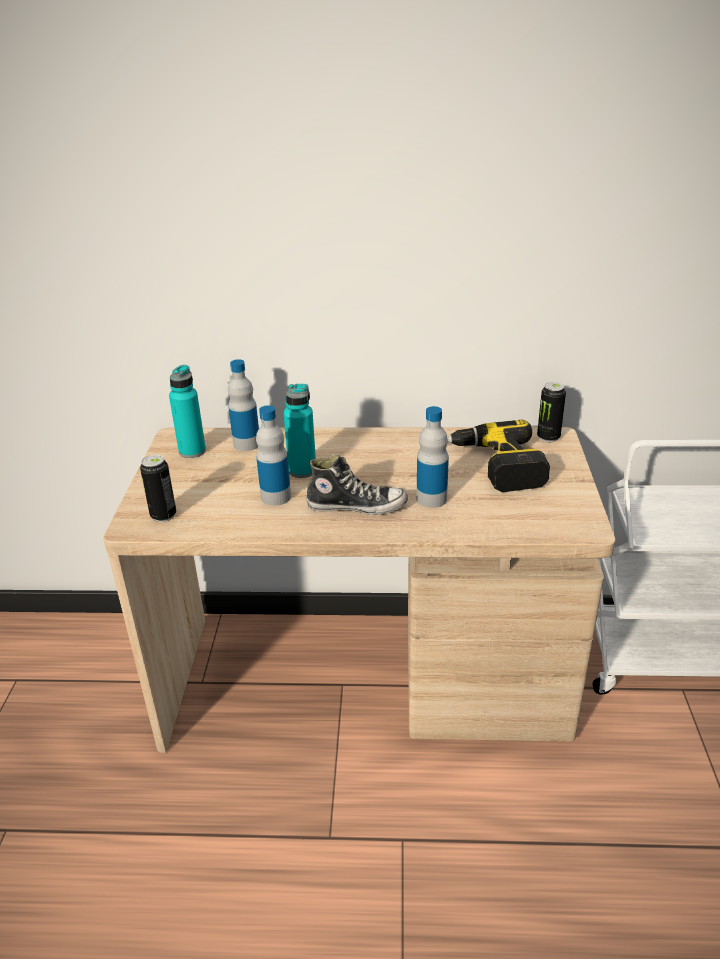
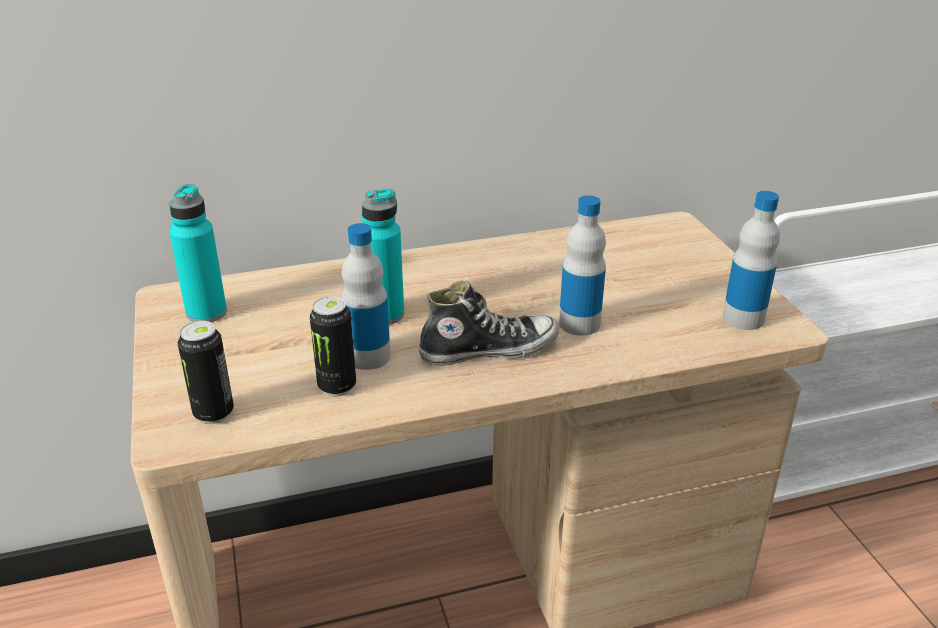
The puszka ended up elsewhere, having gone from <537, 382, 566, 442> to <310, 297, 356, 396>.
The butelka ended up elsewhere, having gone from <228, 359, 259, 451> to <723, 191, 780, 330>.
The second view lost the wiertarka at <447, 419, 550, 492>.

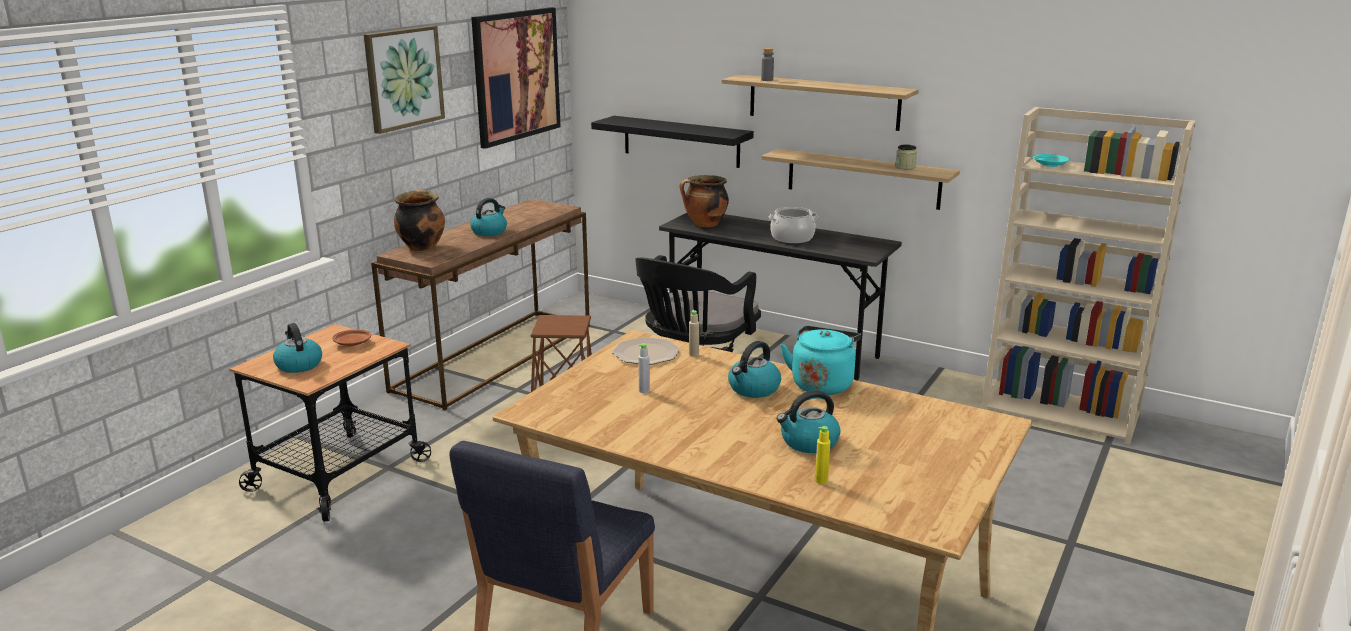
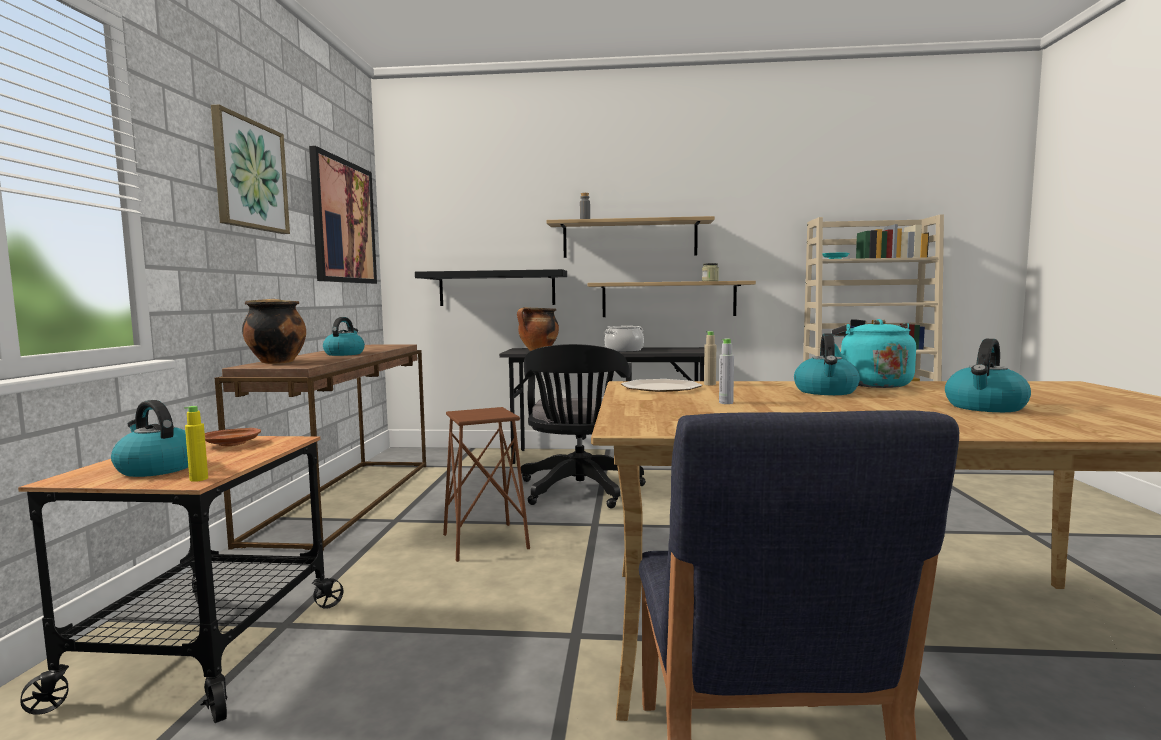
The butelka (żółty) ended up elsewhere, having gone from <815, 426, 831, 484> to <184, 406, 208, 482>.

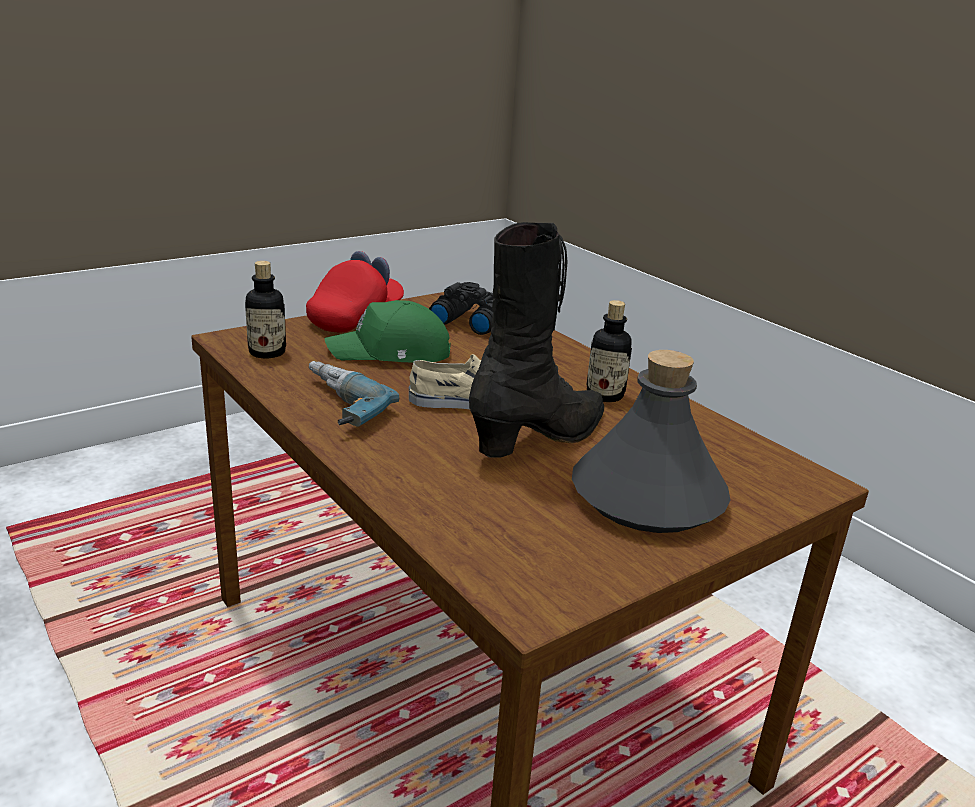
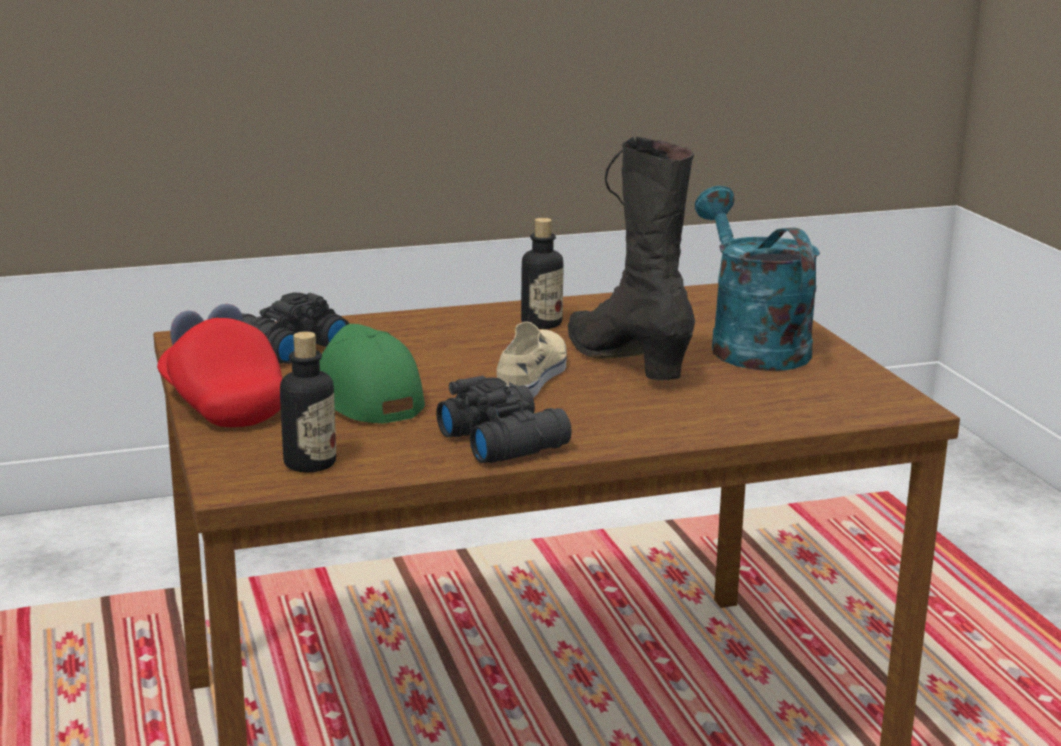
The czapka z daszkiem (zielony) at <325, 300, 451, 363> ended up facing another way, 135 degrees clockwise from before.
Where the wiertarka stood at <309, 361, 399, 427>, the lornetka (czarny) came to stand at <436, 376, 572, 463>.
Where the butelka (szary) stood at <572, 350, 730, 533>, the konewka (turkusowy) came to stand at <695, 186, 820, 371>.

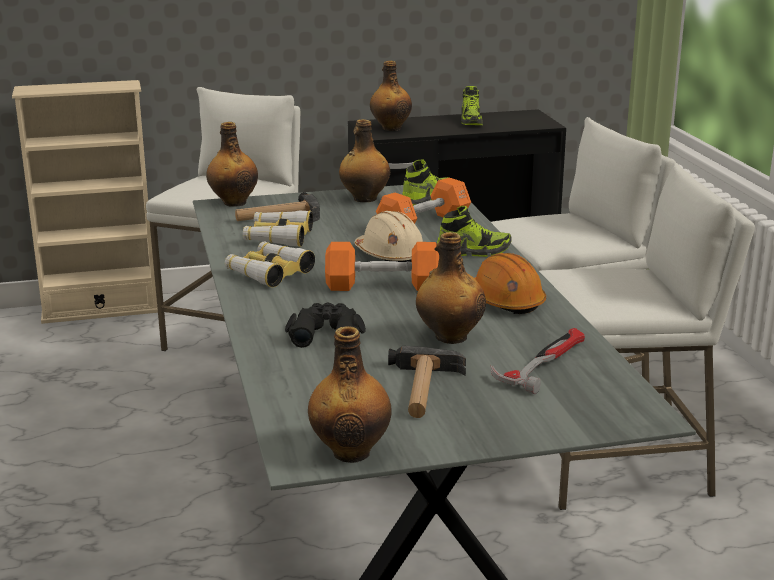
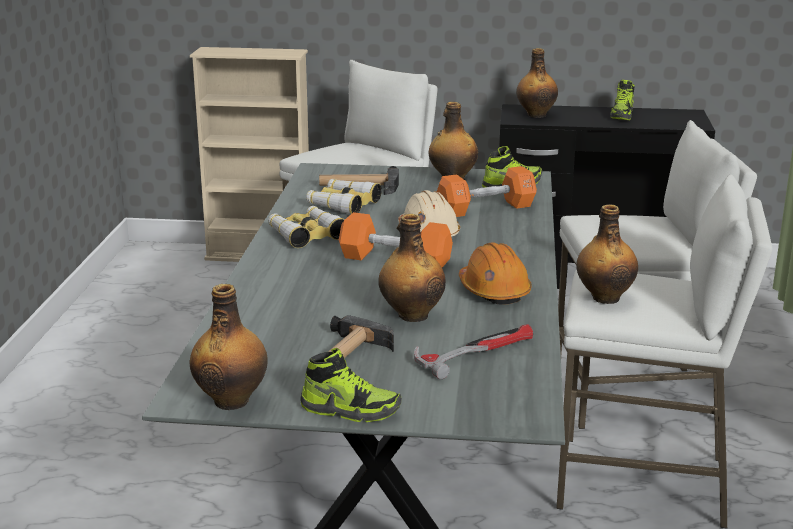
The but ended up elsewhere, having gone from <436, 206, 512, 257> to <300, 348, 402, 422>.
The butelka ended up elsewhere, having gone from <206, 122, 258, 207> to <576, 205, 638, 304>.
The second view lost the lornetka (czarny) at <285, 302, 366, 348>.

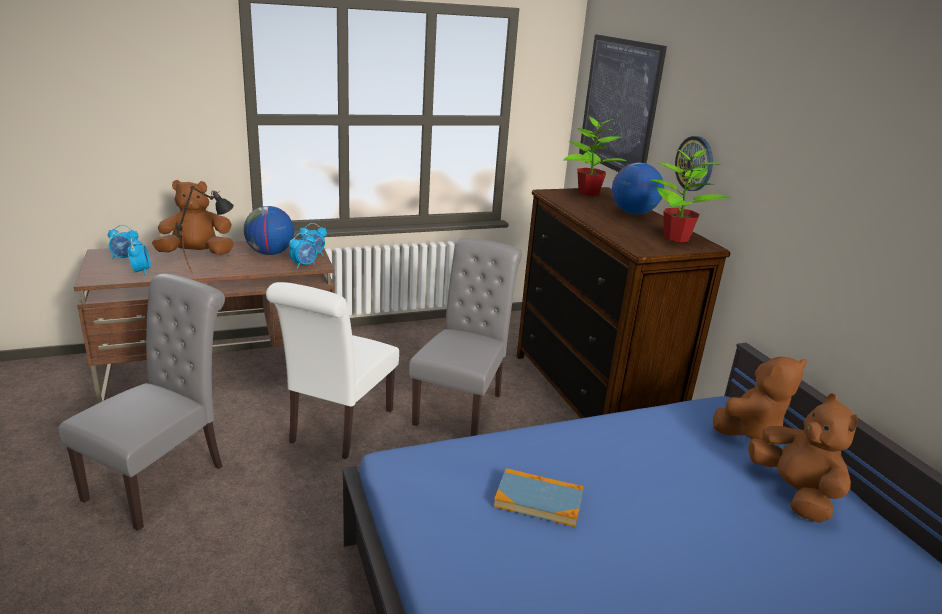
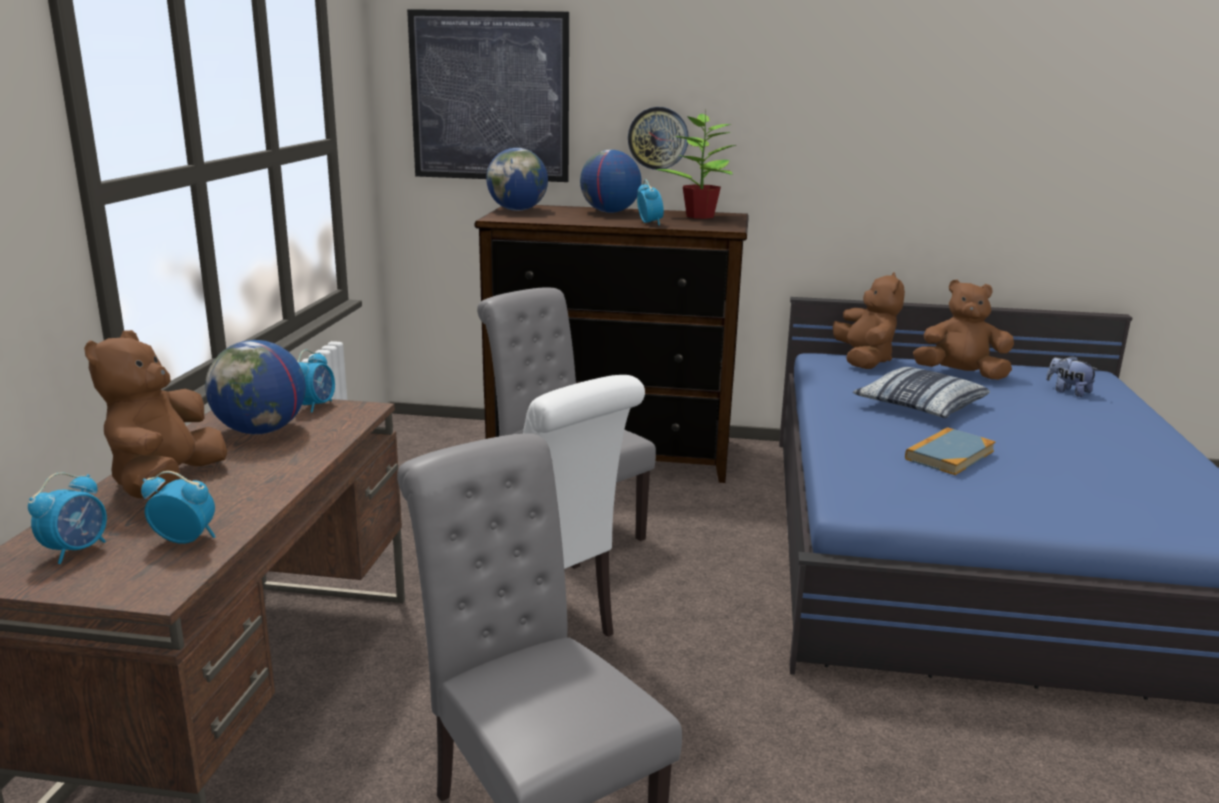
Where the roślina doniczkowa stood at <564, 114, 626, 196>, the globus came to stand at <486, 148, 548, 211>.
The budzik ended up elsewhere, having gone from <289, 233, 317, 269> to <637, 180, 664, 226>.
The second view gained the poduszka at <853, 367, 990, 418>.
The second view gained the pluszak at <1046, 356, 1099, 397>.
The second view lost the lampa stołowa (czarny) at <176, 186, 234, 274>.

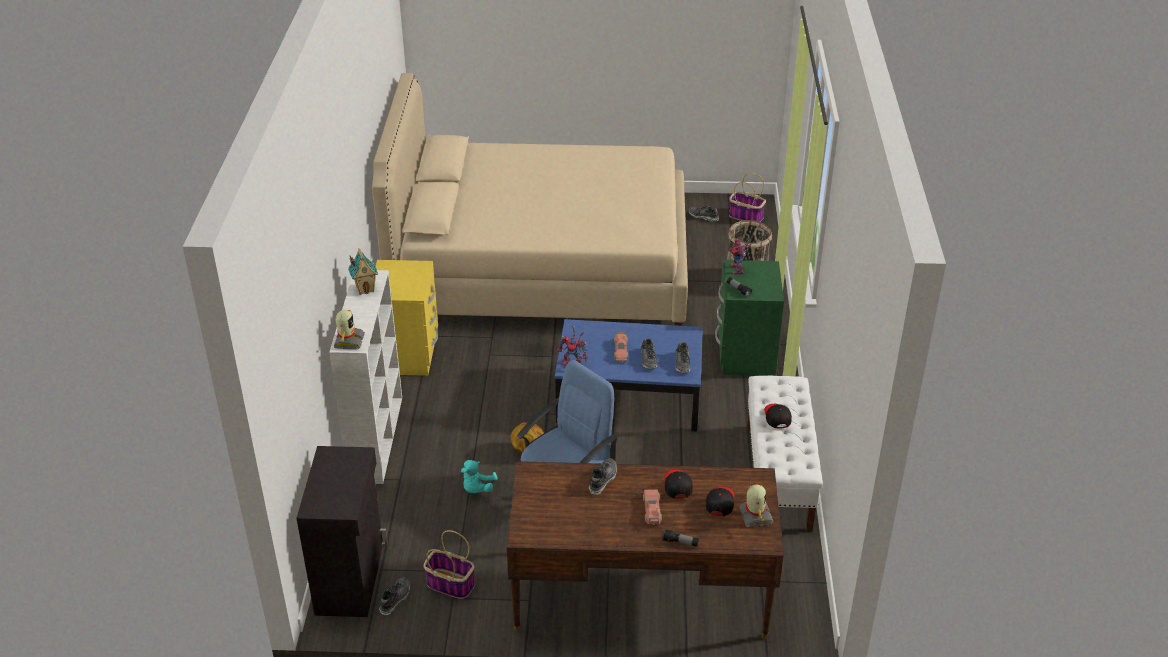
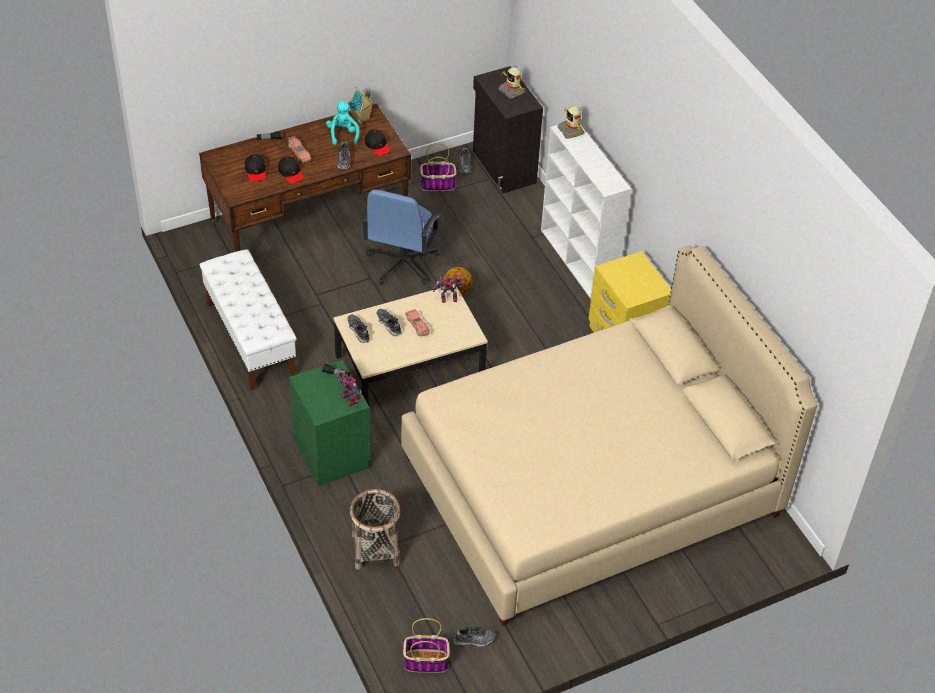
The pluszak (turkusowy) ended up elsewhere, having gone from <461, 460, 498, 493> to <326, 101, 360, 145>.
What was the ława (niebieski) at <555, 319, 703, 431> turned into the ława (beżowy) at <333, 284, 488, 405>.
The domek ended up elsewhere, having gone from <348, 248, 378, 295> to <348, 87, 374, 124>.
The czapka z daszkiem (czarny) ended up elsewhere, having gone from <764, 404, 792, 429> to <365, 130, 391, 156>.
The robot zabawkowy ended up elsewhere, having gone from <739, 484, 774, 527> to <499, 67, 526, 99>.

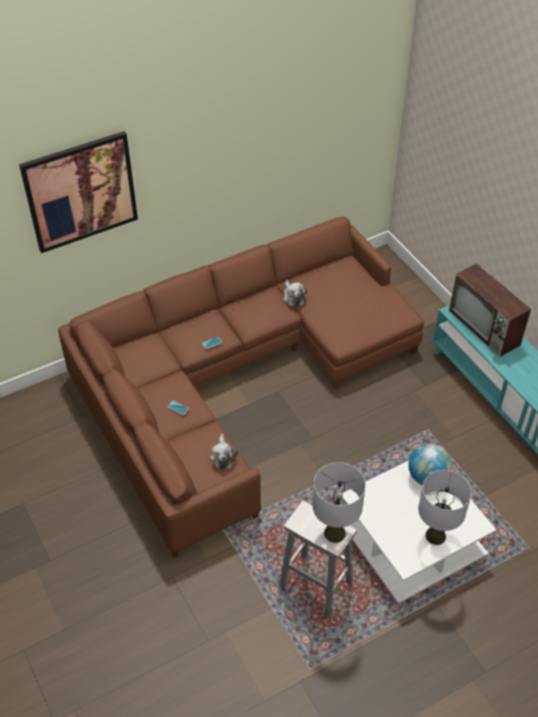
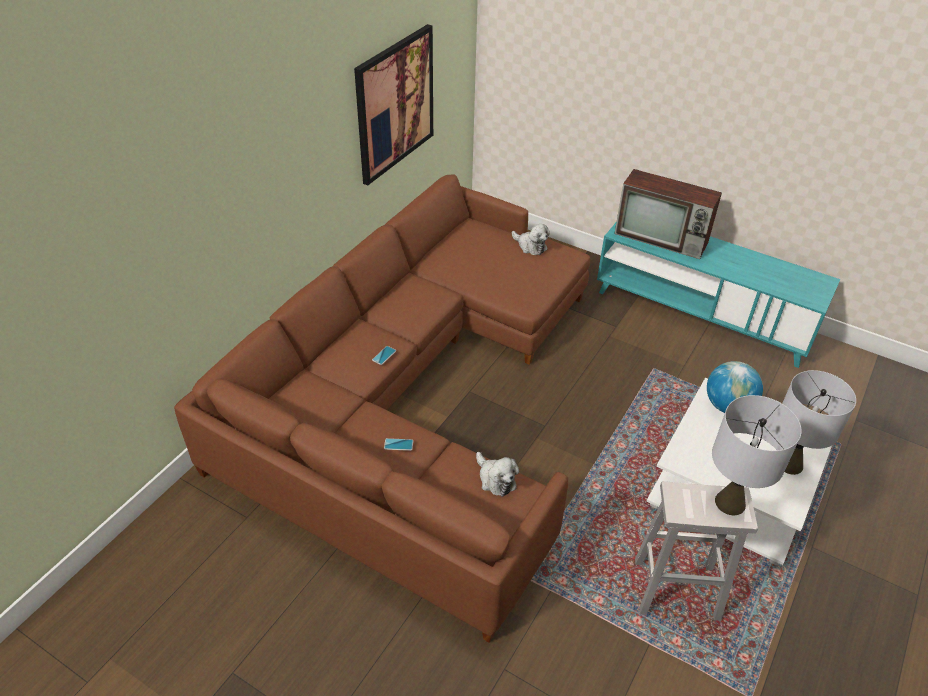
The obraz ended up elsewhere, having gone from <19, 131, 138, 253> to <354, 24, 433, 185>.
The pluszak ended up elsewhere, having gone from <283, 280, 307, 307> to <512, 224, 550, 255>.

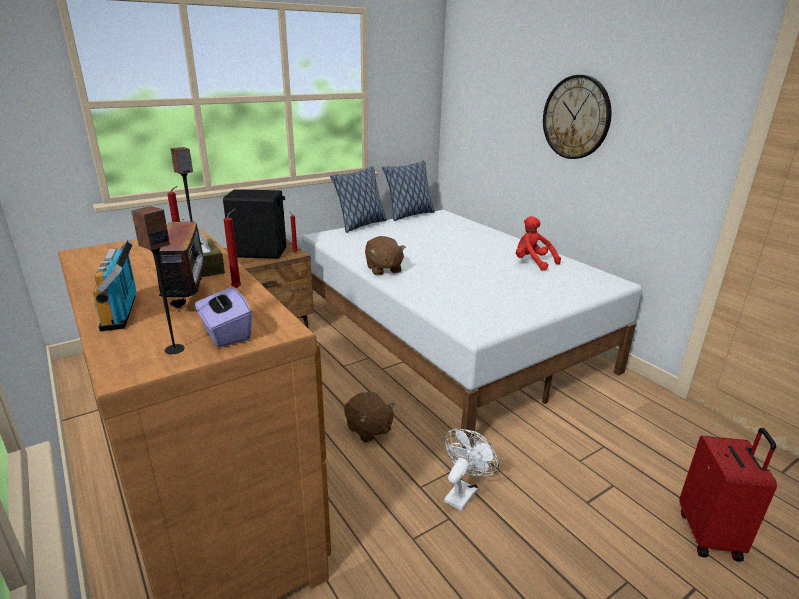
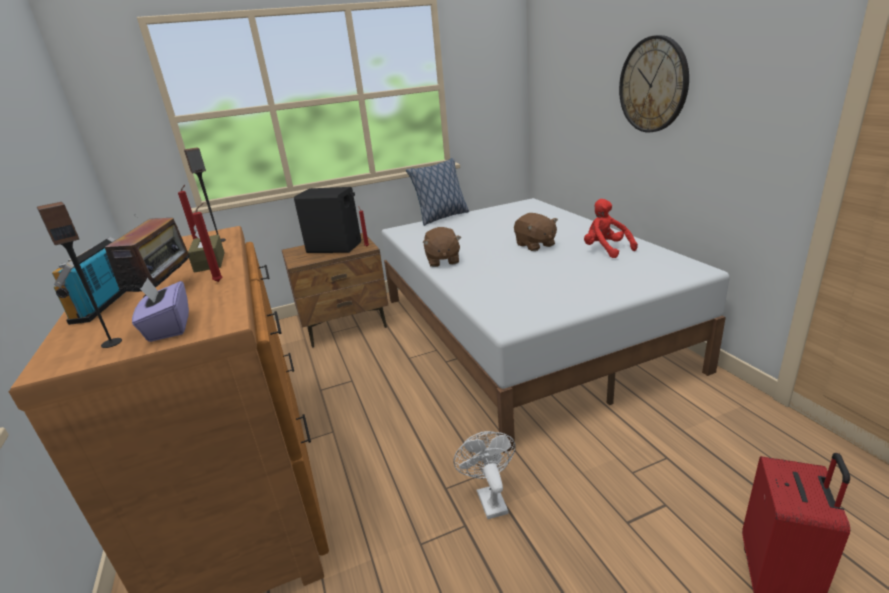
The wentylator (biały) at <444, 429, 499, 511> ended up facing another way, 60 degrees counterclockwise from before.
The pluszak (brązowy) ended up elsewhere, having gone from <344, 392, 395, 443> to <514, 213, 558, 251>.
The second view lost the poduszka at <382, 160, 435, 221>.

